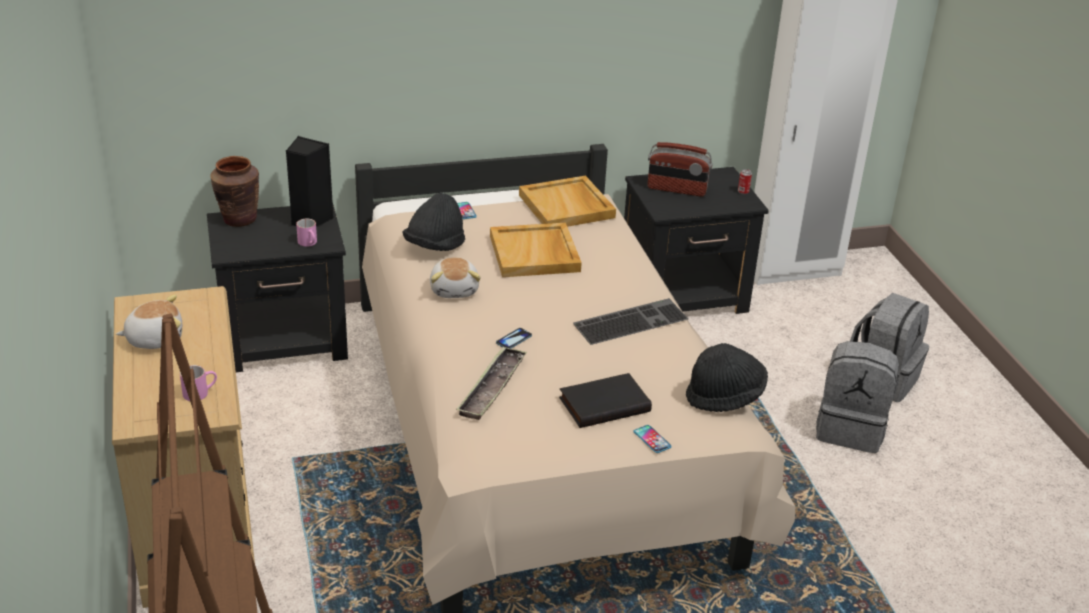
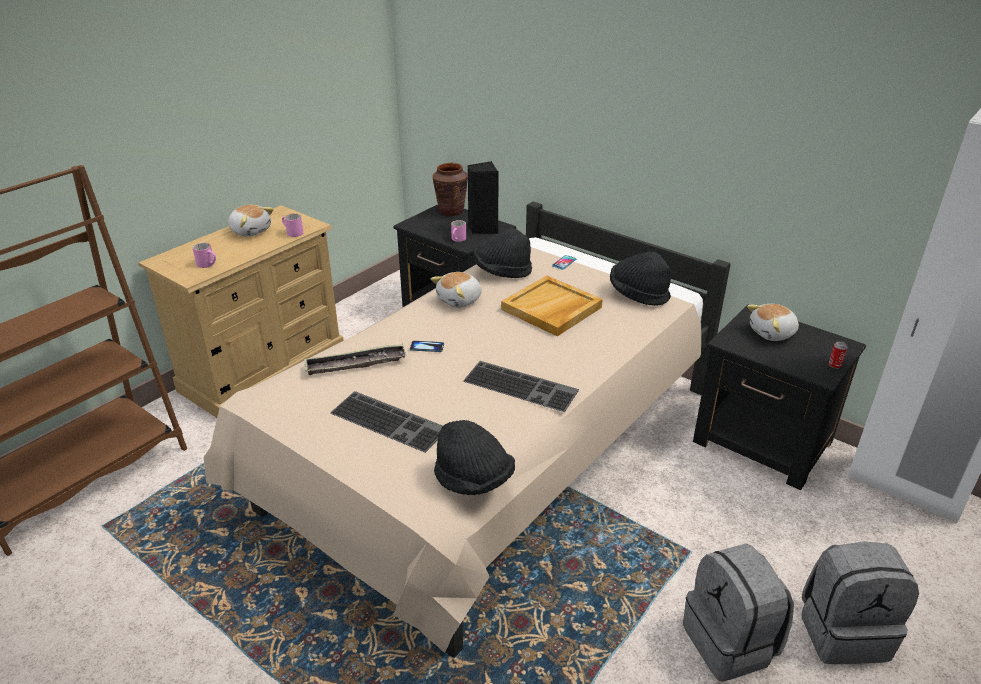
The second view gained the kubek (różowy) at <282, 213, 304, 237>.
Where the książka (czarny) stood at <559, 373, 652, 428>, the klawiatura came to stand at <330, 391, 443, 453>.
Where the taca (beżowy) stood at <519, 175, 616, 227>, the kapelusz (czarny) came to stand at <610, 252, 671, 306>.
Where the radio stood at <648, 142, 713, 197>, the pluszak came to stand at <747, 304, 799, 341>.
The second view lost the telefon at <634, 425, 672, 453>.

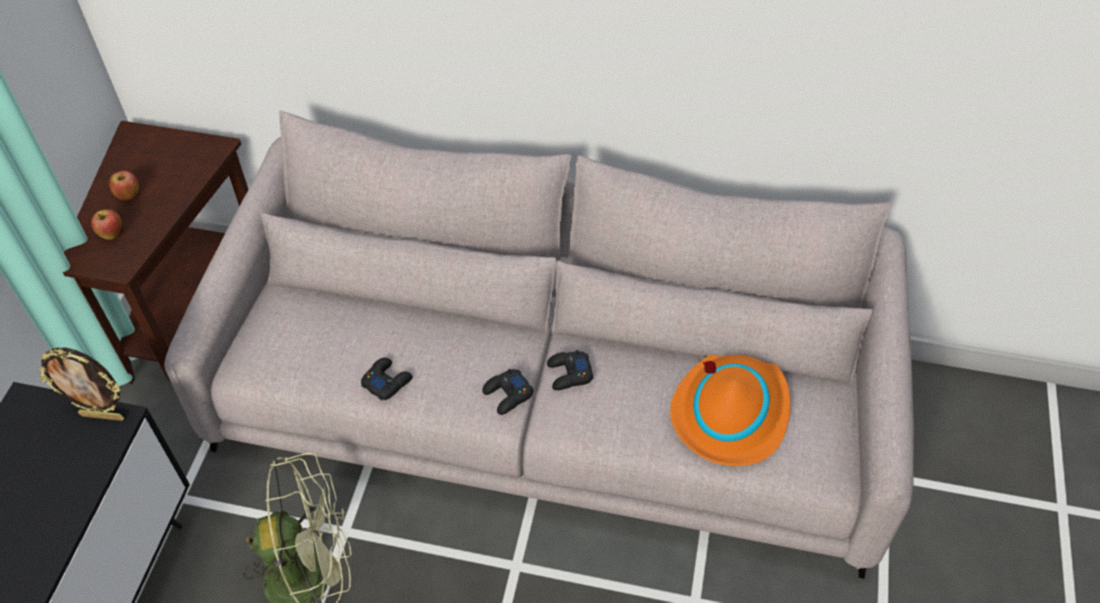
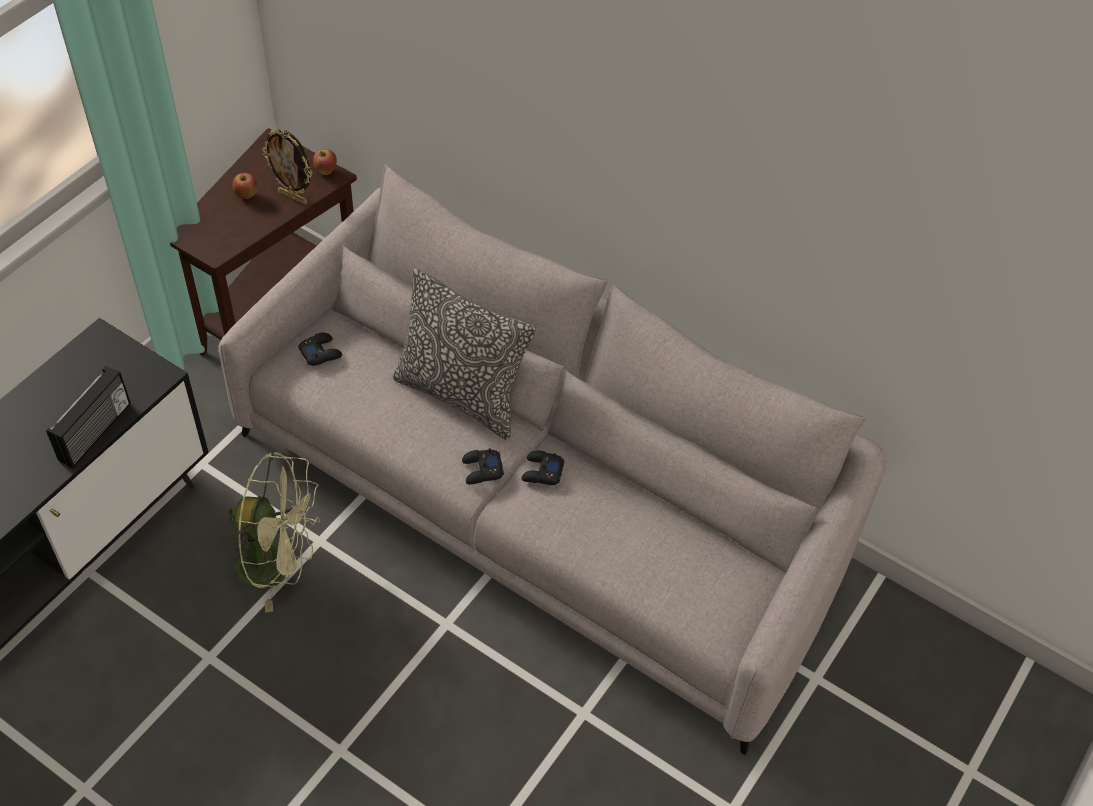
The second view gained the radio at <46, 366, 131, 468>.
The ramka na zdjęcie ended up elsewhere, having gone from <39, 348, 124, 421> to <262, 129, 313, 204>.
The pad do gier (czarny) ended up elsewhere, having gone from <361, 358, 413, 400> to <298, 332, 342, 366>.
The jabłko ended up elsewhere, having gone from <91, 209, 122, 240> to <313, 149, 337, 175>.
The second view gained the poduszka at <393, 269, 535, 440>.
The second view lost the kapelusz (pomarańczowy) at <670, 355, 790, 466>.

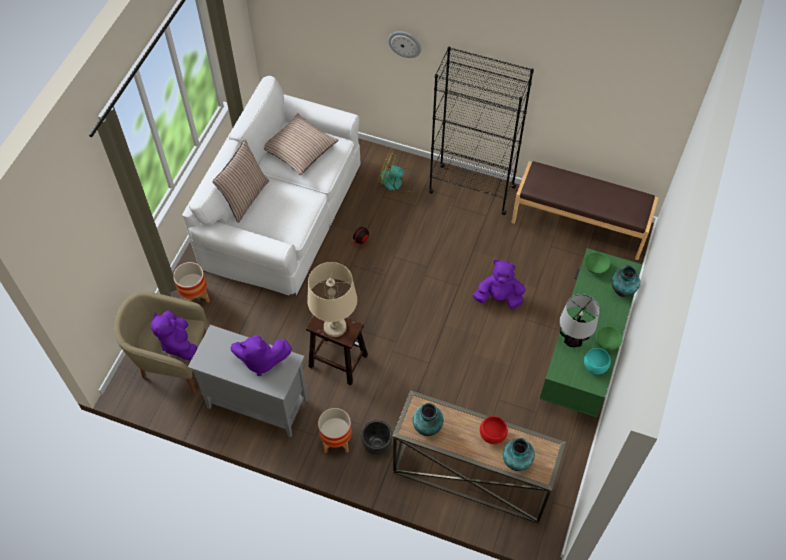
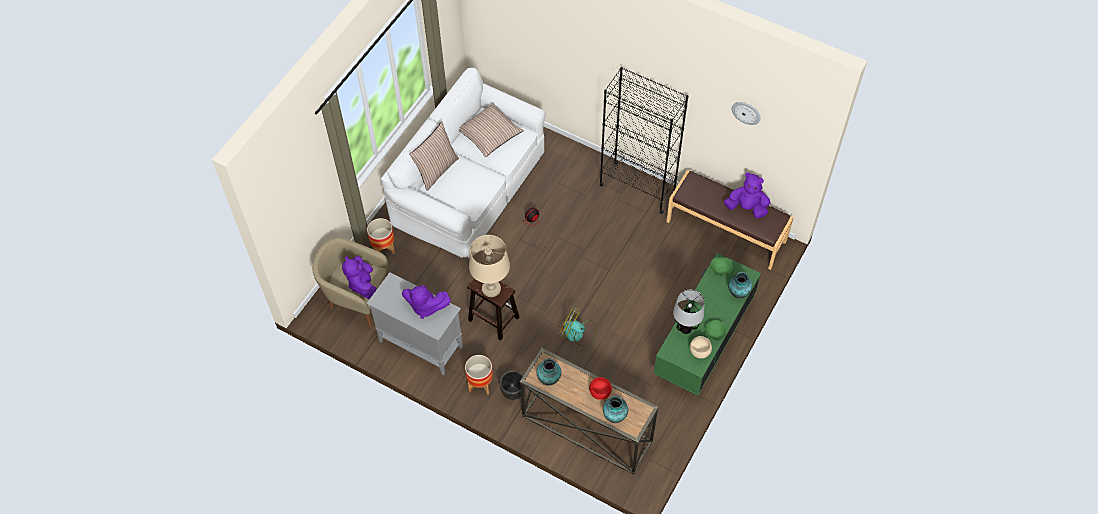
The wentylator ended up elsewhere, having gone from <378, 151, 415, 193> to <559, 307, 596, 346>.
What was the miska (turkusowy) at <584, 348, 611, 375> turned into the miska (beżowy) at <690, 336, 712, 359>.
The pluszak (fioletowy) ended up elsewhere, having gone from <473, 260, 526, 309> to <724, 173, 770, 218>.
The zegar ścienny ended up elsewhere, having gone from <388, 31, 421, 58> to <731, 102, 761, 125>.

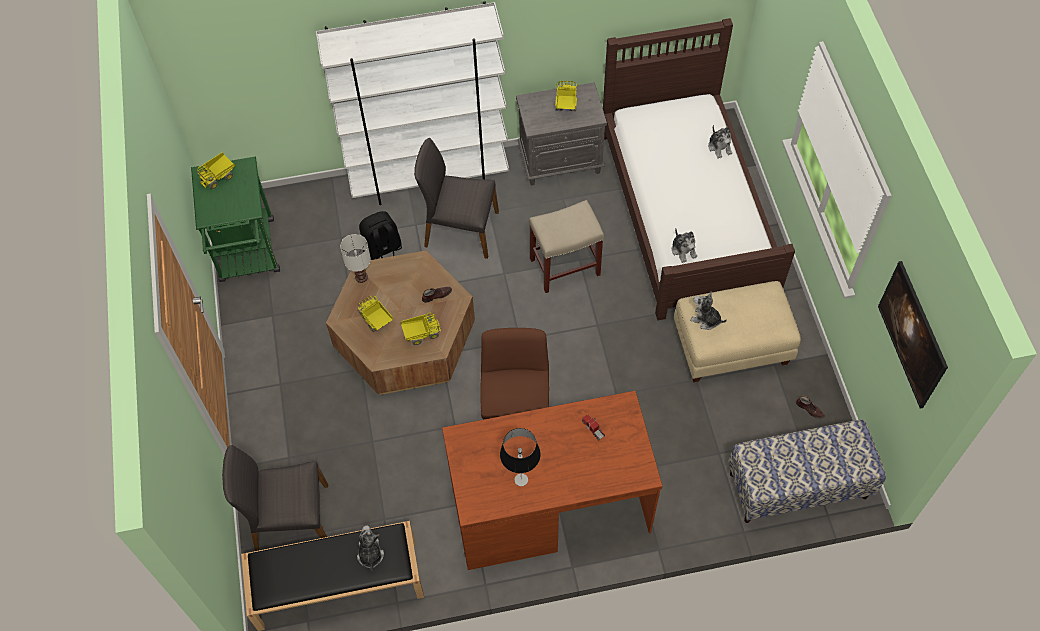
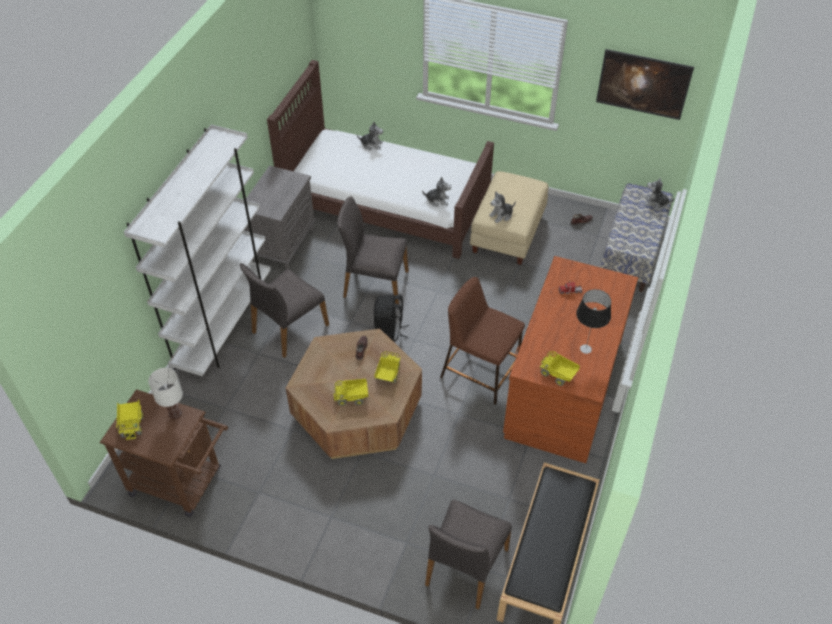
What was the wózek (zielony) at <191, 157, 280, 282> turned into the wózek (brązowy) at <100, 389, 228, 517>.
The lampa stołowa (biały) ended up elsewhere, having gone from <340, 234, 371, 283> to <148, 368, 183, 420>.
Where the stołek (beżowy) stood at <529, 200, 604, 293>, the krzesło (szary) came to stand at <337, 196, 409, 304>.
The plecak (czarny) ended up elsewhere, having gone from <359, 211, 402, 260> to <374, 295, 409, 342>.
The ciężarówka zabawkowa ended up elsewhere, having gone from <555, 81, 577, 111> to <539, 351, 580, 386>.
The pluszak ended up elsewhere, having gone from <357, 525, 384, 571> to <645, 177, 674, 210>.

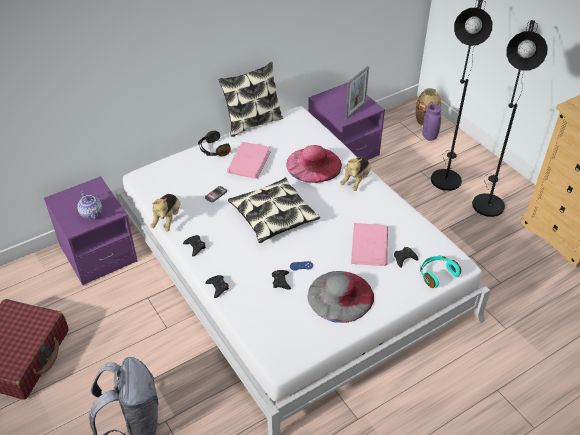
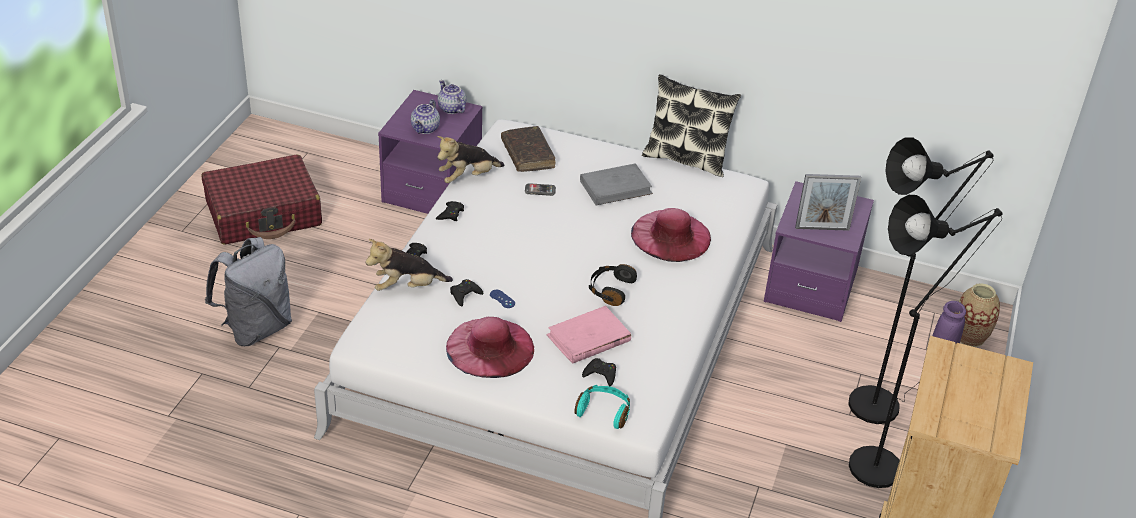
The pluszak ended up elsewhere, having gone from <340, 157, 371, 191> to <365, 239, 453, 291>.
The second view gained the imbryk at <438, 80, 466, 114>.
What was the kapelusz (szary) at <308, 271, 374, 323> turned into the kapelusz (różowy) at <446, 317, 534, 378>.
The second view gained the książka (brązowy) at <501, 126, 556, 172>.
What was the książka (różowy) at <227, 142, 271, 179> turned into the książka (szary) at <580, 163, 653, 205>.
The słuchawki (czarny) ended up elsewhere, having gone from <198, 131, 231, 157> to <589, 264, 637, 306>.
The second view lost the poduszka at <228, 177, 320, 243>.

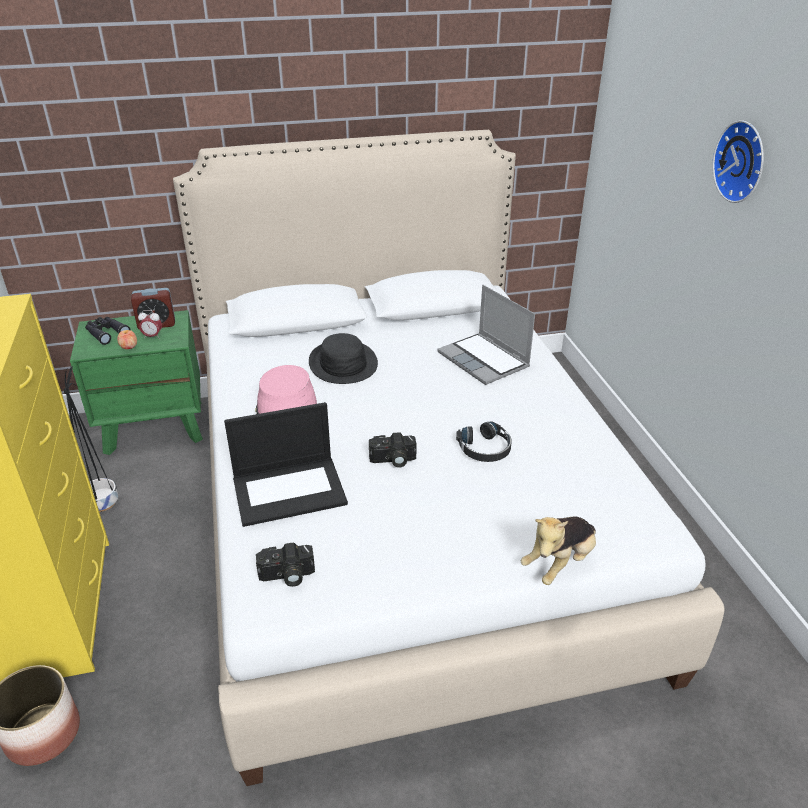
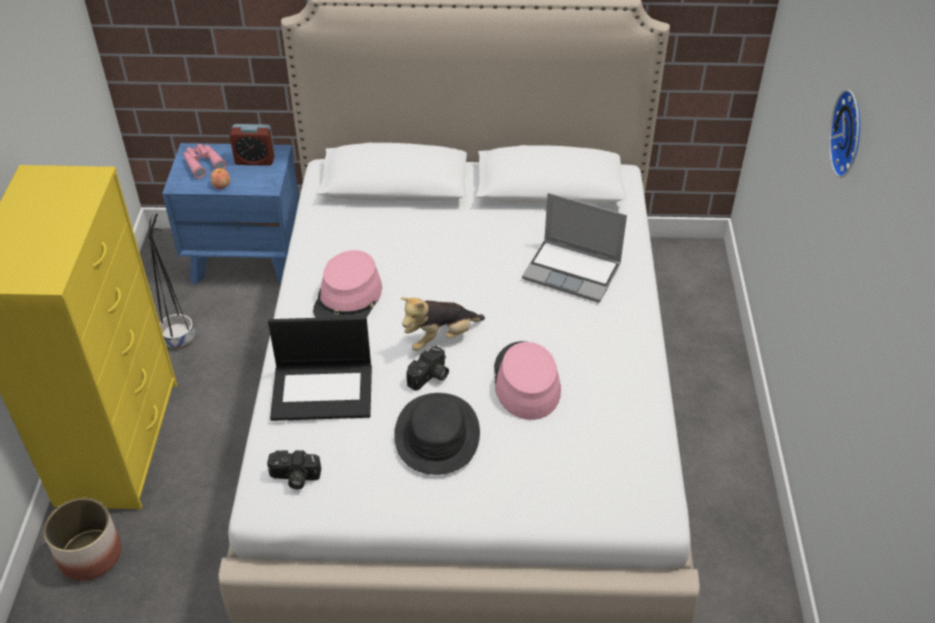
What was the szafka nocna (zielony) at <70, 310, 203, 455> turned into the szafka nocna (niebieski) at <162, 143, 299, 285>.
What was the lornetka (czarny) at <85, 317, 130, 345> turned into the lornetka (różowy) at <183, 144, 227, 179>.
The kapelusz (czarny) ended up elsewhere, having gone from <309, 333, 378, 384> to <394, 393, 480, 475>.
The pluszak ended up elsewhere, having gone from <521, 517, 596, 585> to <401, 297, 485, 351>.
The aparat fotograficzny at <369, 432, 417, 468> ended up facing another way, 60 degrees counterclockwise from before.
Where the słuchawki (czarny) stood at <456, 421, 512, 462>, the kapelusz (różowy) came to stand at <494, 341, 561, 420>.
The laptop at <437, 285, 535, 385> ended up facing another way, 45 degrees counterclockwise from before.
The second view lost the budzik at <138, 310, 162, 339>.

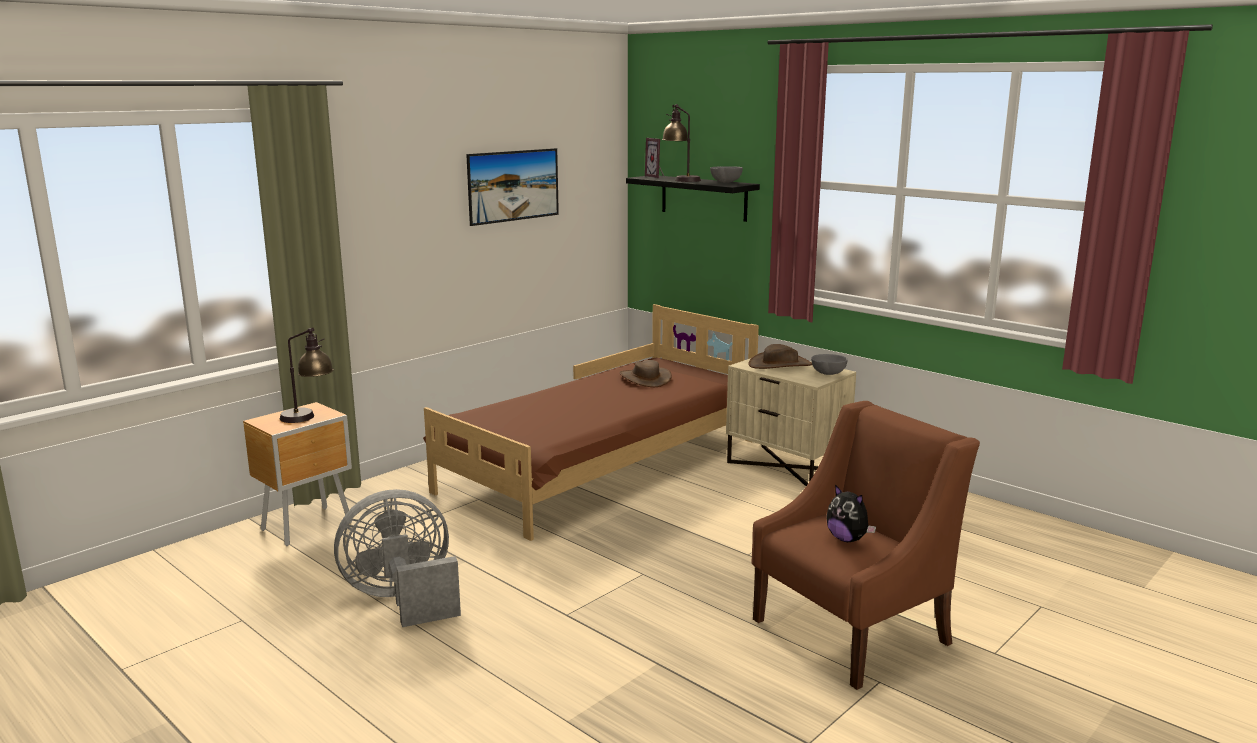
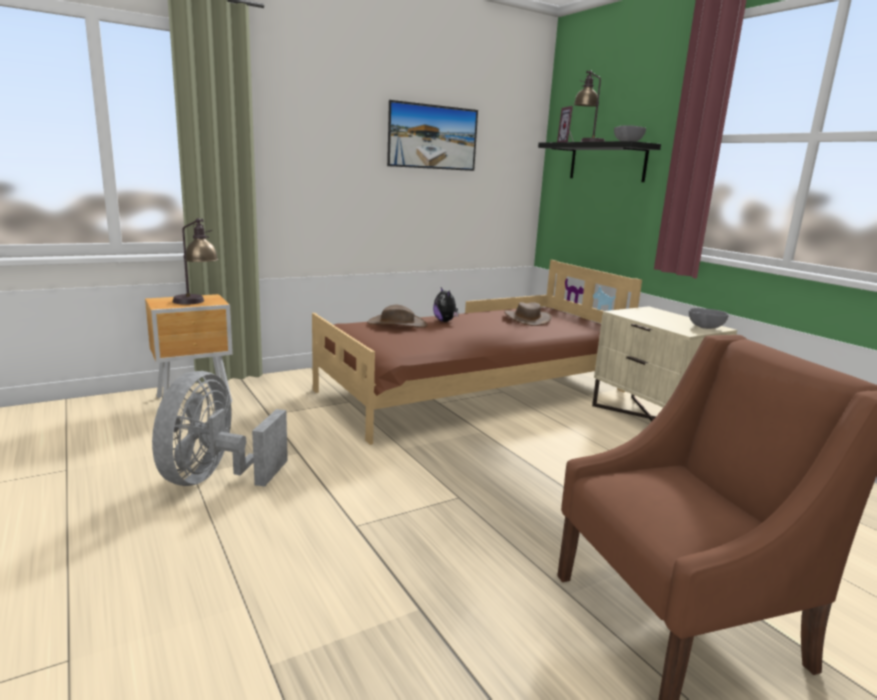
The wentylator (szary) at <334, 489, 461, 627> ended up facing another way, 75 degrees counterclockwise from before.
The kapelusz (brązowy) ended up elsewhere, having gone from <748, 344, 812, 369> to <367, 305, 428, 328>.
The pluszak ended up elsewhere, having gone from <826, 485, 876, 542> to <433, 287, 459, 322>.

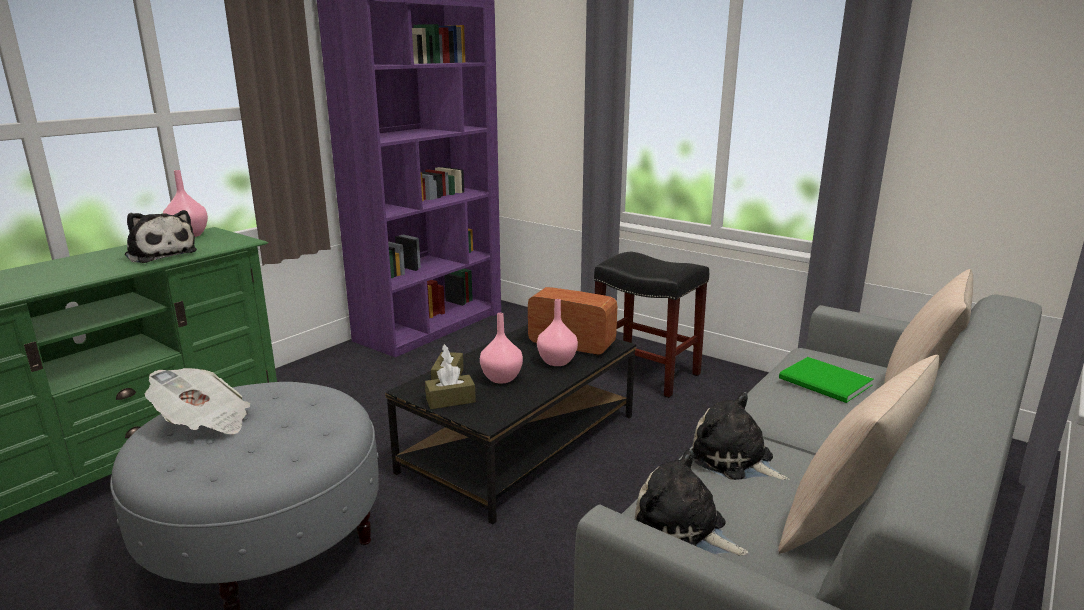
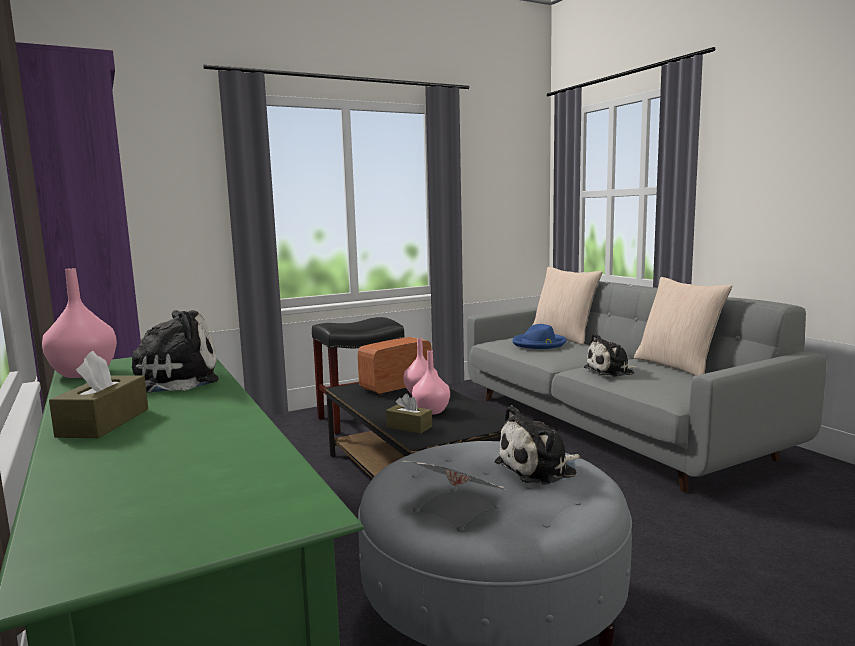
The pudełko chusteczek (brązowy) ended up elsewhere, having gone from <425, 364, 476, 409> to <49, 351, 148, 438>.
The pluszak ended up elsewhere, having gone from <635, 449, 748, 556> to <495, 405, 580, 485>.
Where the książka (zielony) stood at <779, 357, 874, 403>, the kapelusz (niebieski) came to stand at <512, 324, 567, 349>.

